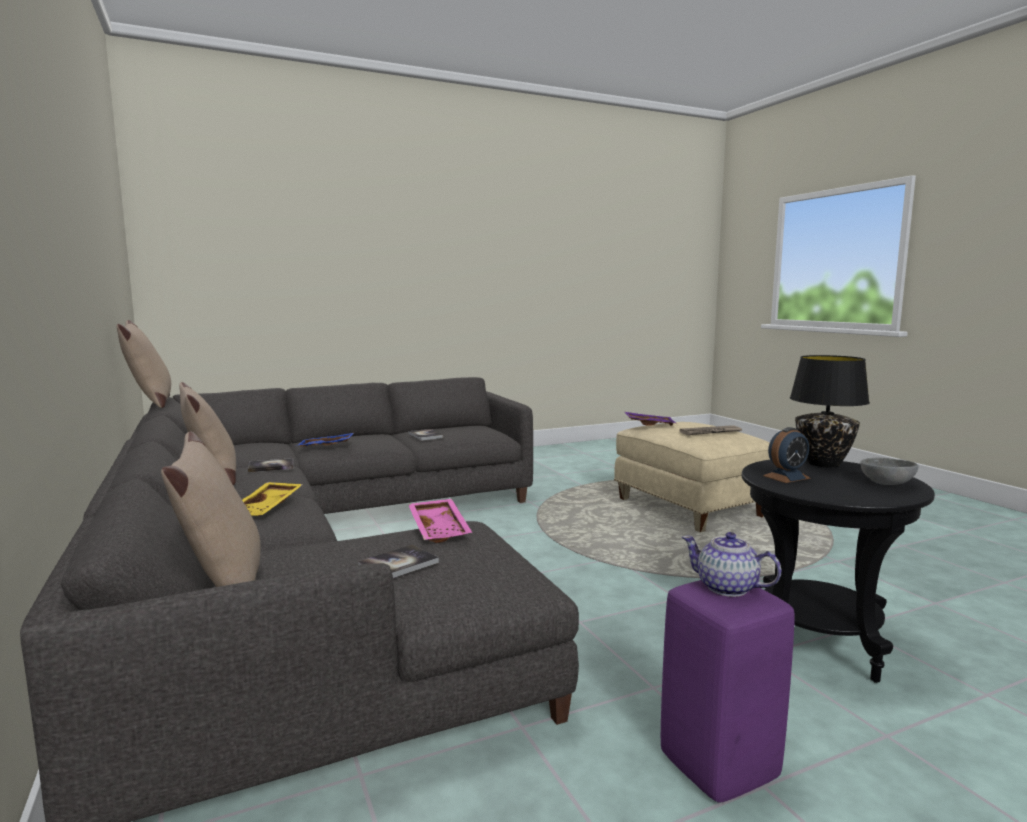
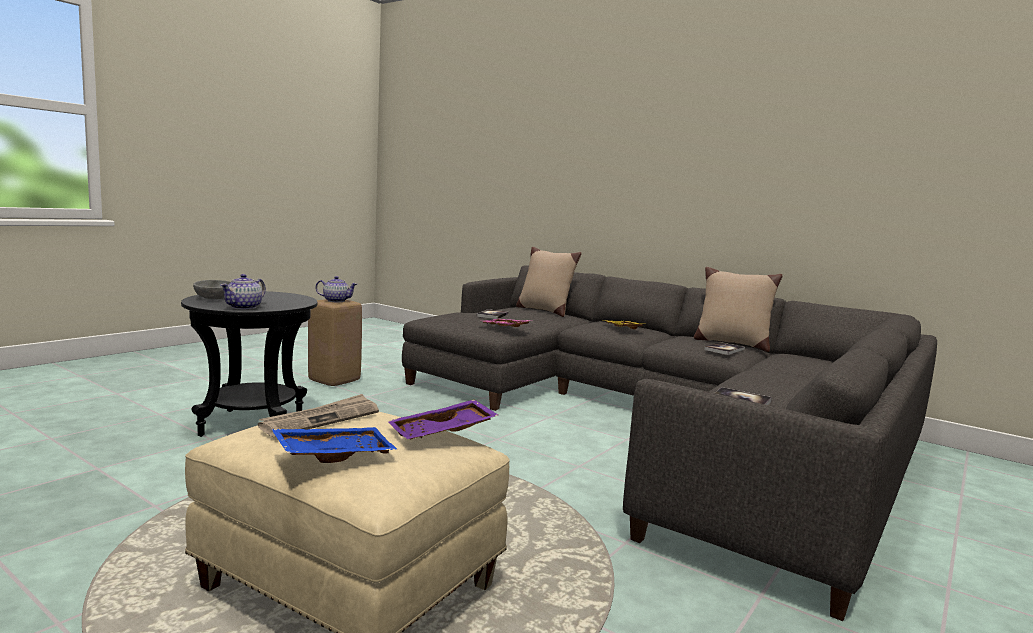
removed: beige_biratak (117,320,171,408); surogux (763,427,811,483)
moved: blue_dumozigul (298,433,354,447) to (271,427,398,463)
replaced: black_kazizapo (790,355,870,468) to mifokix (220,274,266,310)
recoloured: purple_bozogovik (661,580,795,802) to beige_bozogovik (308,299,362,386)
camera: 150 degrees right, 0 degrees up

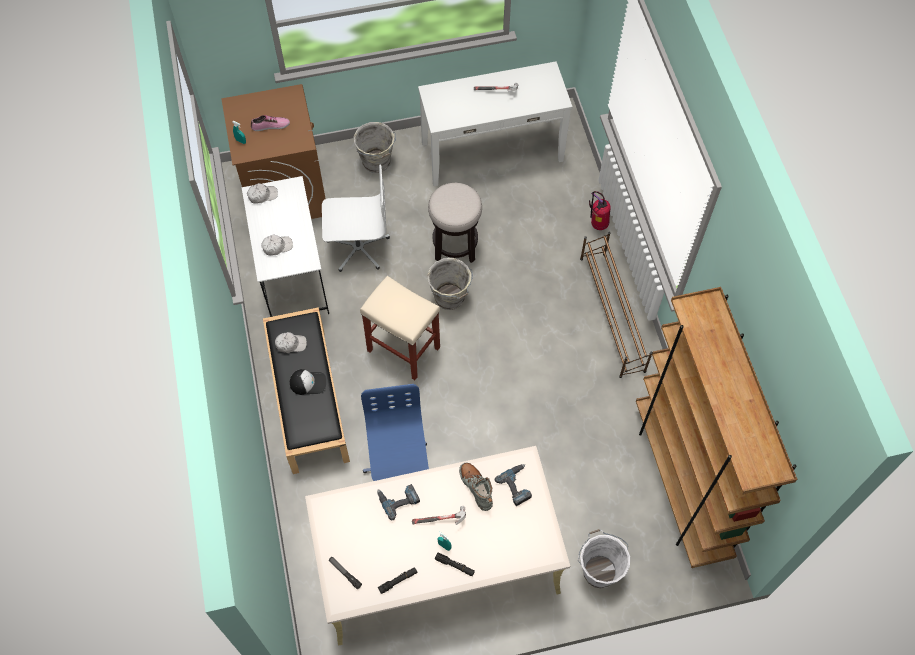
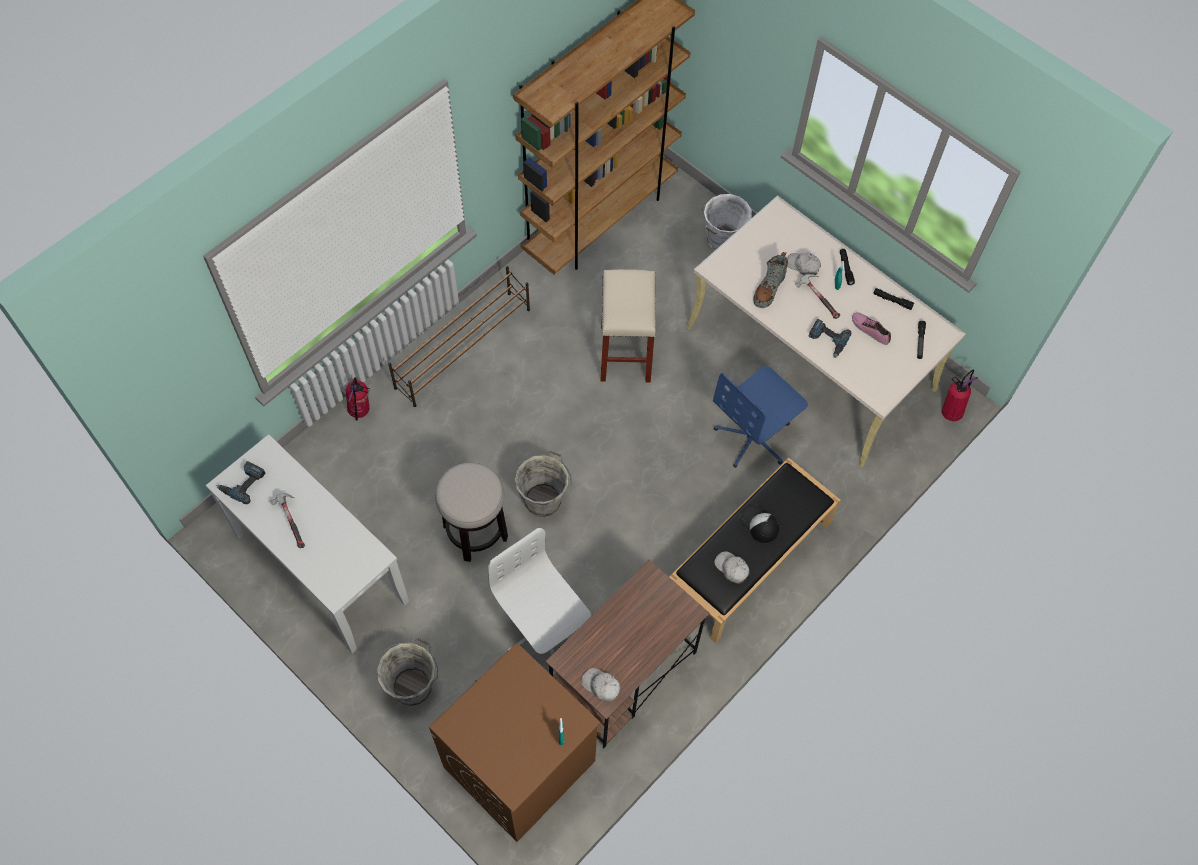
added: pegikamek (942,369,978,421)
moved: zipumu (251,115,290,131) to (852,312,891,345); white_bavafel (261,235,293,255) to (787,252,821,275); beige_bozogovik (360,276,440,380) to (601,269,656,383); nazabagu (495,464,532,506) to (217,461,265,504)
recoloured: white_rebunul (242,176,329,317) to brown_rebunul (546,560,710,749)
camera: 125 degrees left, 0 degrees up

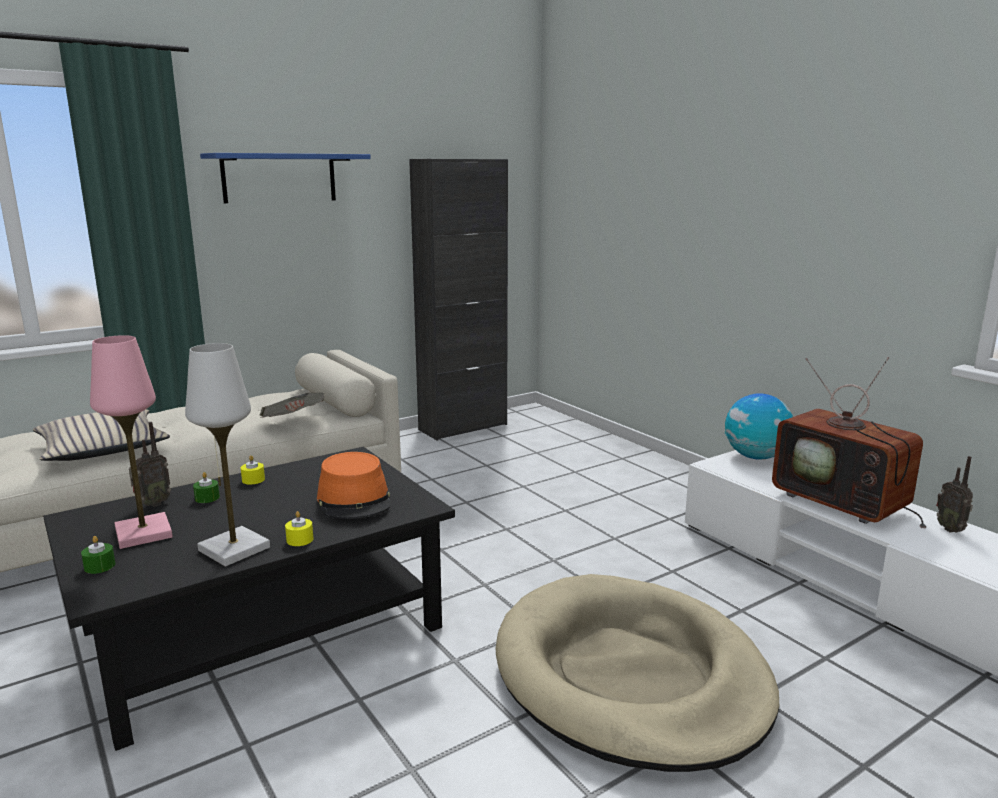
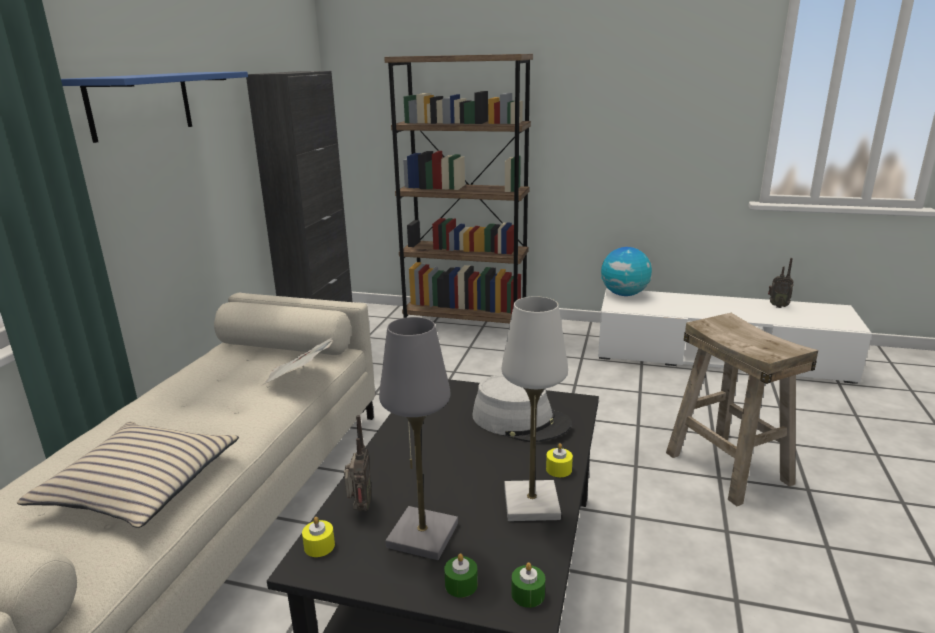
removed: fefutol (772,357,926,529)
added: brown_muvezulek (384,54,533,323)
moved: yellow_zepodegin (241,455,265,484) to (302,517,335,557); green_zepodegin (193,472,220,503) to (511,563,545,608)
replaced: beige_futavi (496,574,779,772) to beige_bozogovik (666,313,818,506)
recoloured: pink_kazizapo (90,335,173,549) to grey_kazizapo (379,317,458,560); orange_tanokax (317,452,391,519) to grey_tanokax (472,375,572,442)
camera: 40 degrees left, 5 degrees up

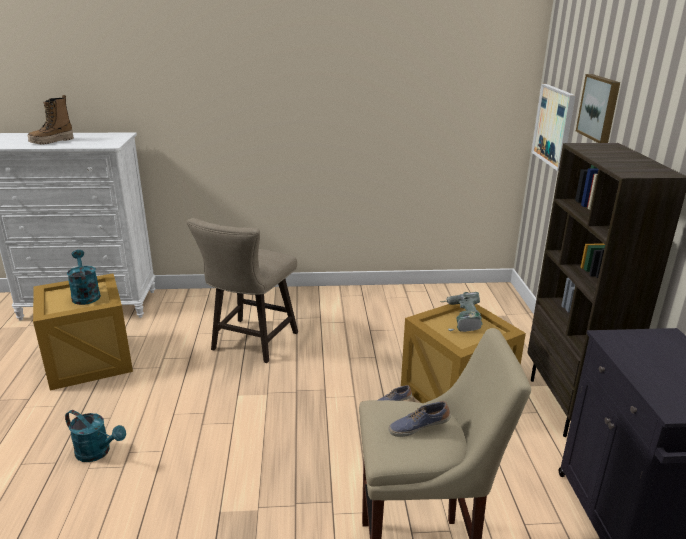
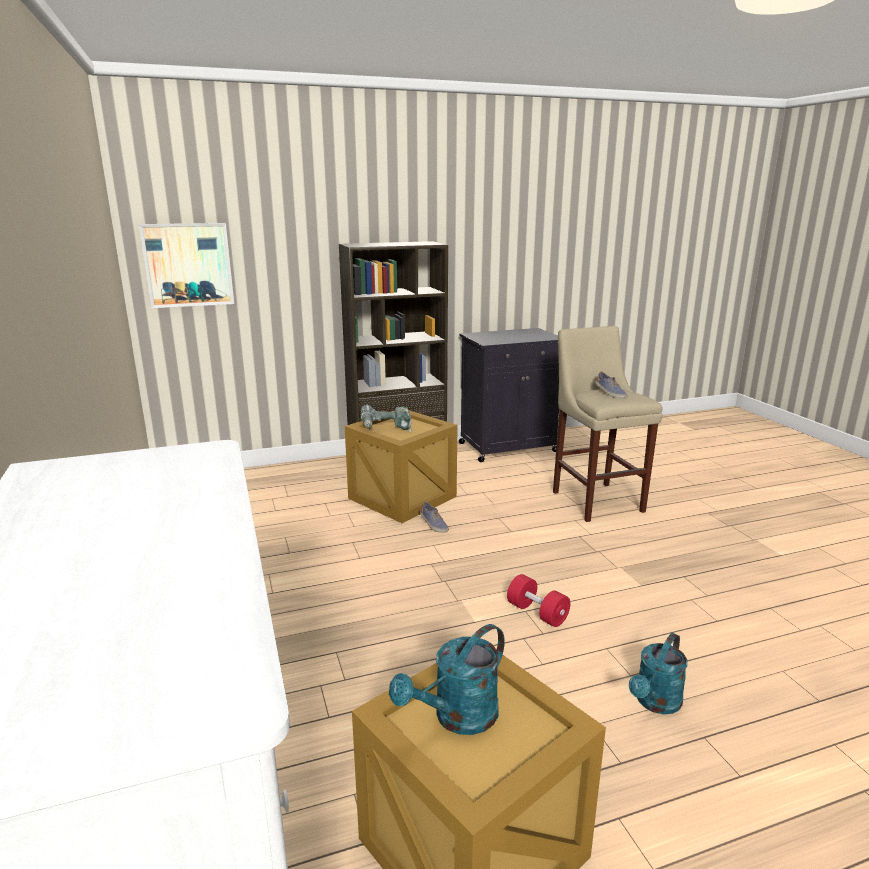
removed: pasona (576,74,620,143); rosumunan (28,95,74,145); beige_bozogovik (187,218,298,363)
added: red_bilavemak (507,574,571,627)
turned: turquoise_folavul (65,410,126,462) = (629,633,688,714) 150 degrees counterclockwise
camera: 105 degrees left, 5 degrees down

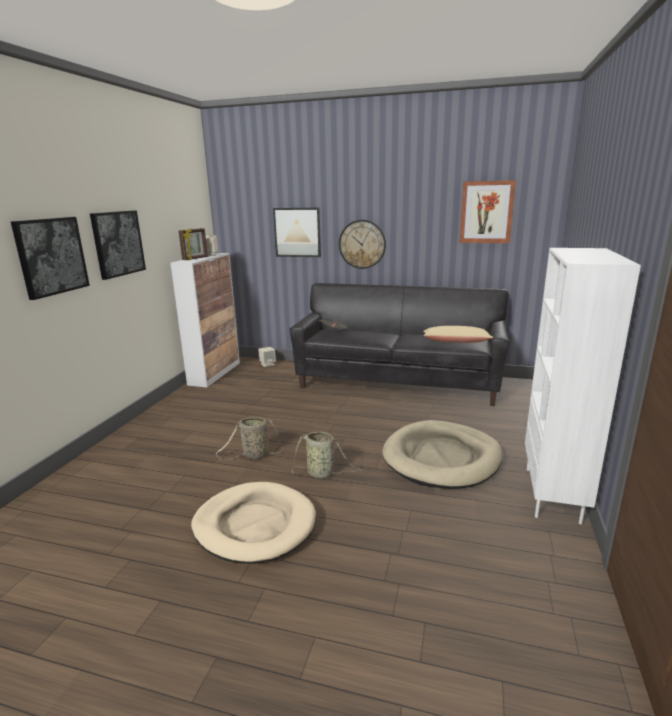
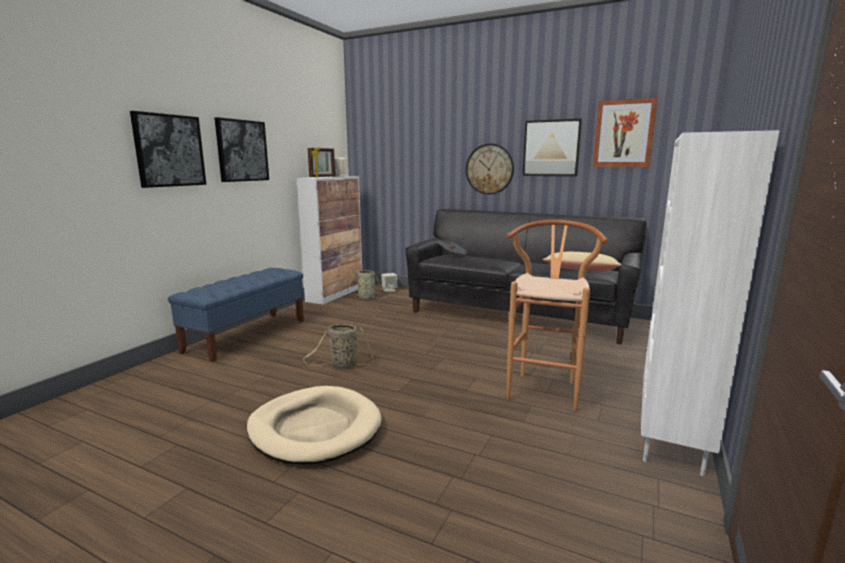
added: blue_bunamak (168,268,304,362)
moved: pasona (273,208,321,257) to (522,118,582,177); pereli (291,431,362,478) to (347,270,392,299)
replaced: beige_futavi (382,420,503,489) to brown_bozogovik (506,220,608,412)
camera: 10 degrees right, 5 degrees down

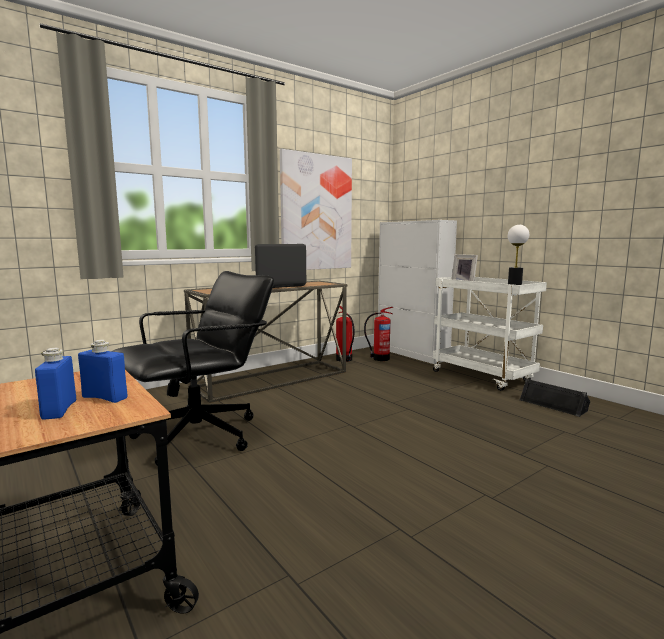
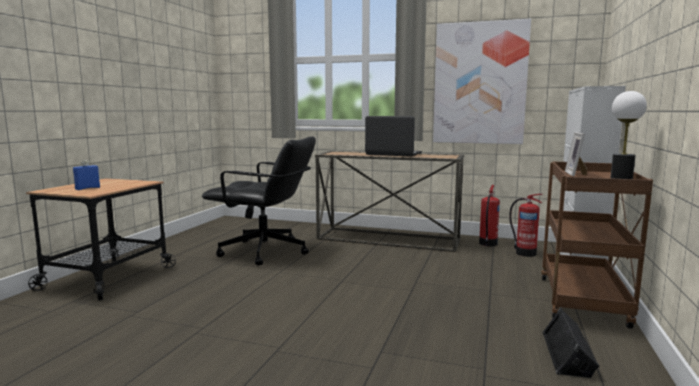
removed: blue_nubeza (78,340,127,403)
recoloured: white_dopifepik (433,277,547,391) to brown_dopifepik (541,161,653,329)
camera: 55 degrees right, 0 degrees up

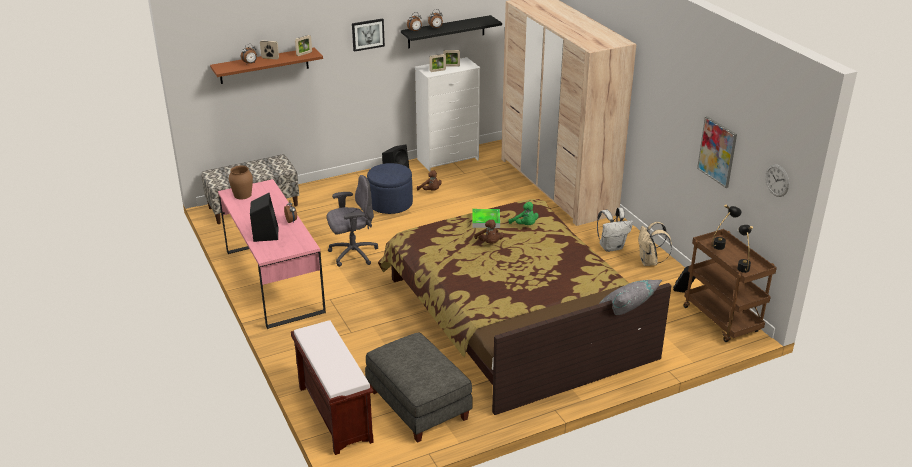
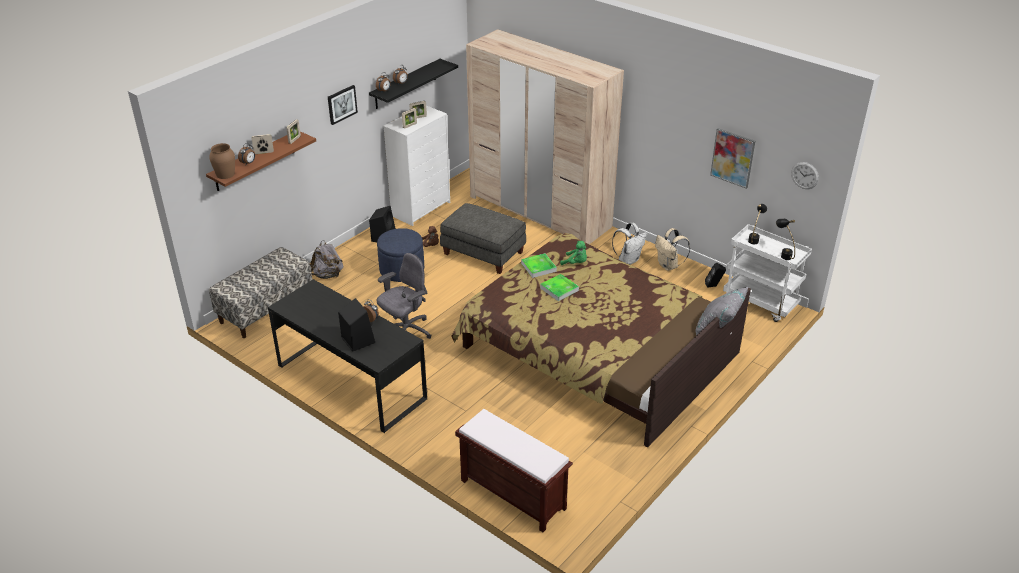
added: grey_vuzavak (310,240,344,279)
moved: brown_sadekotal (229,165,253,199) to (209,143,235,179); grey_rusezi (365,333,473,443) to (440,203,526,274)
replaced: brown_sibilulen (474,219,504,244) to dumozigul (540,274,579,301)
recoloured: pink_rebunul (218,179,326,329) to black_rebunul (268,279,427,433); brown_dopifepik (683,229,777,342) to white_dopifepik (723,224,812,322)
camera: 25 degrees left, 5 degrees up

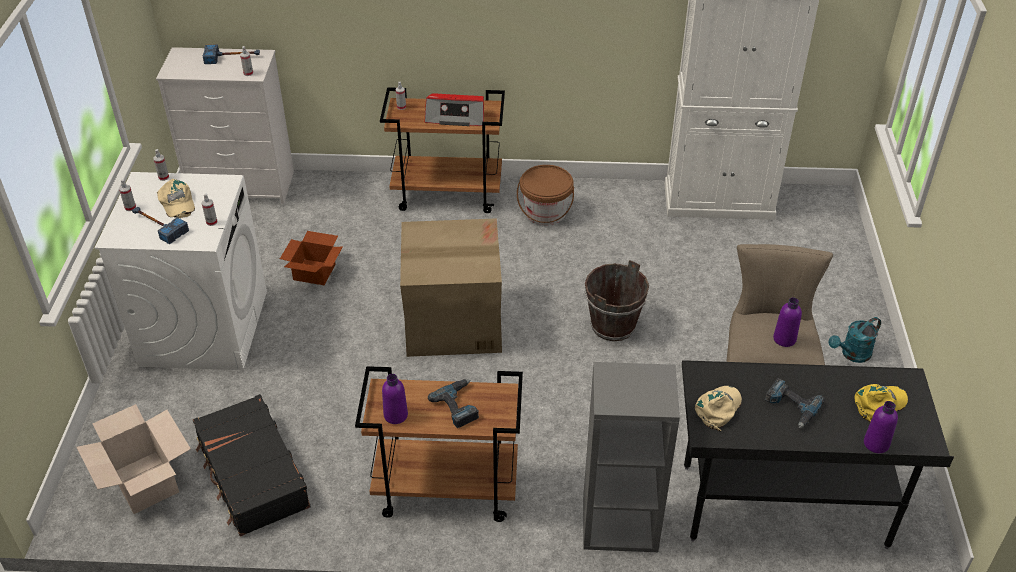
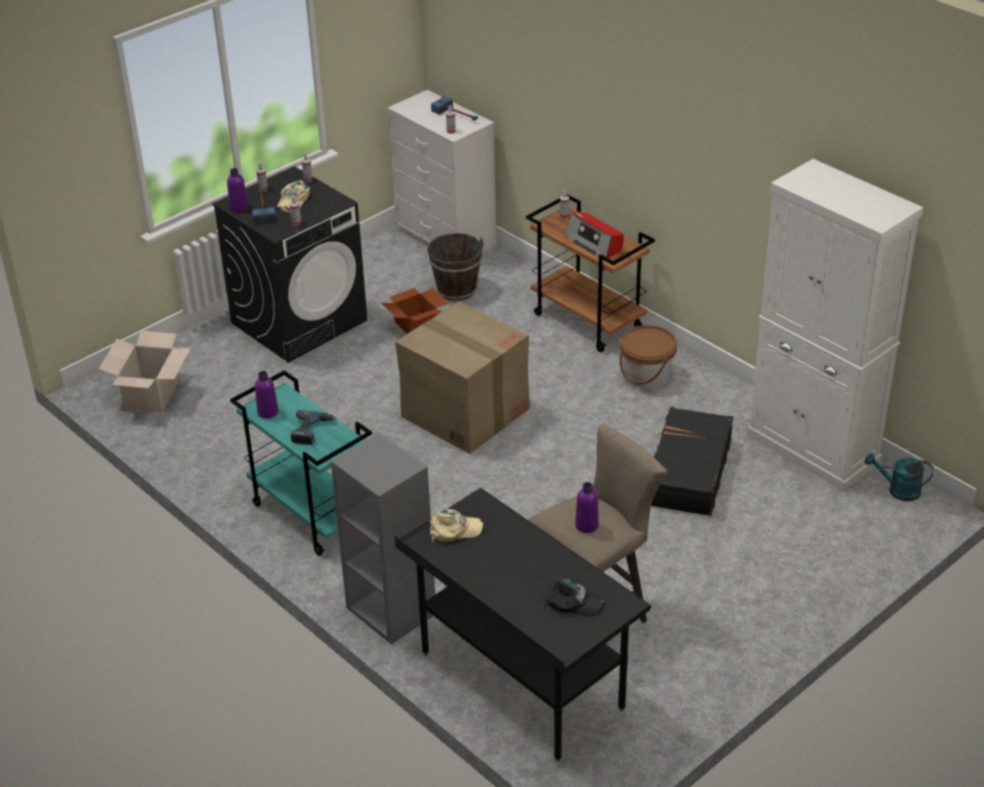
removed: nazabagu (765,378,824,428)
moved: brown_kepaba (585,260,649,341) to (426,233,483,301); turquoise_folavul (829,317,881,363) to (864,453,933,501); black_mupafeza (193,394,311,536) to (651,407,733,516); purple_nubeza (864,401,898,453) to (227,168,248,212)
recoloured: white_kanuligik (95,172,267,370) to black_kanuligik (212,166,367,363); brown_dopifepik (355,366,523,522) to turquoise_dopifepik (230,370,372,556); yellow_bavafel (855,384,908,423) to black_bavafel (545,579,605,616)
camera: 45 degrees right, 5 degrees down

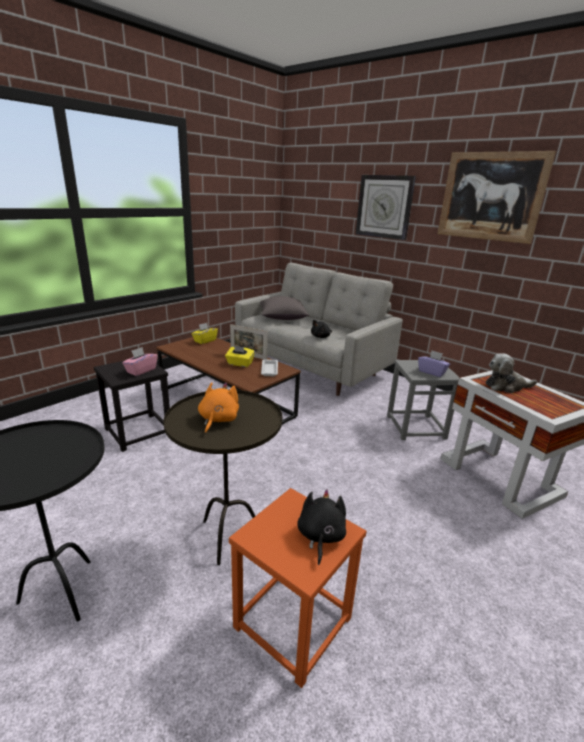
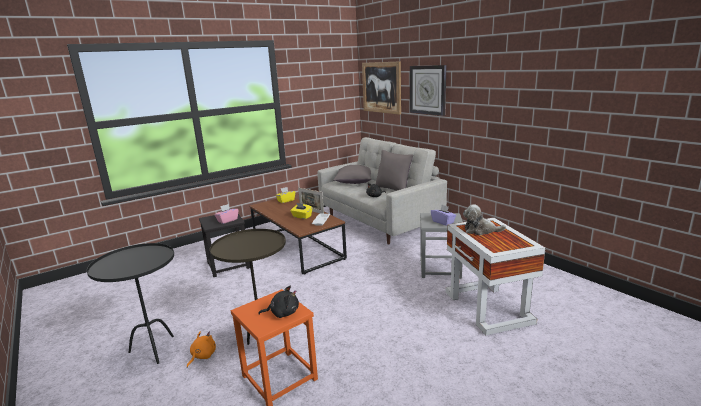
added: grey_biratak (376,150,414,191)
moved: pasona (438,151,556,244) to (362,61,401,115); orange_sibilulen (198,382,239,434) to (187,332,216,368)
turned: black_sibilulen (297,489,346,565) = (258,286,299,318) 60 degrees clockwise
camera: 15 degrees right, 5 degrees down

